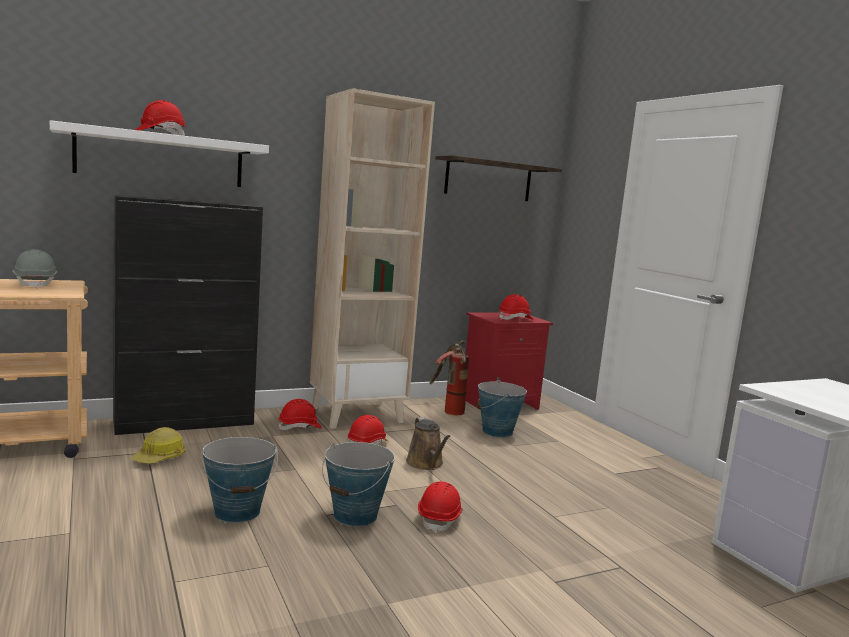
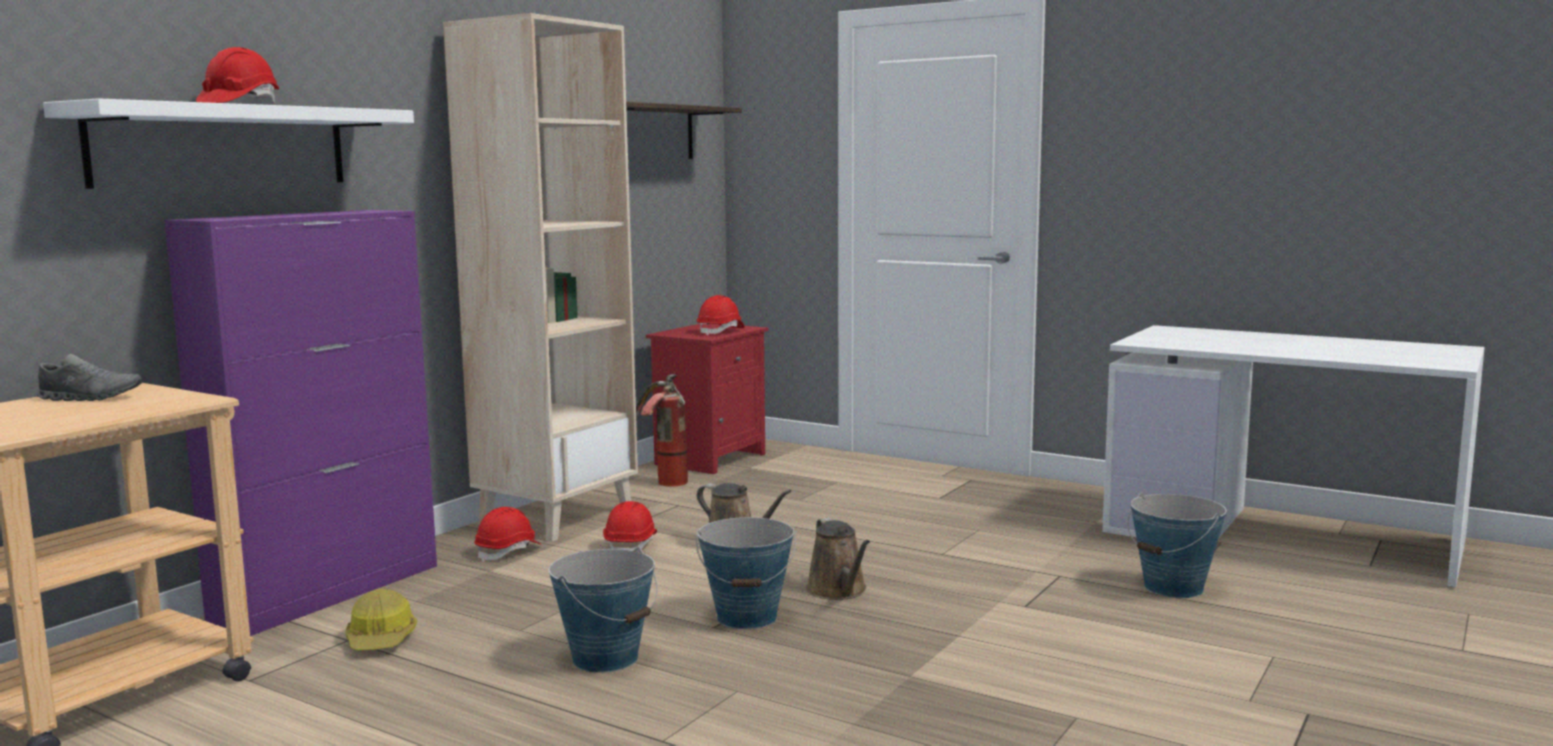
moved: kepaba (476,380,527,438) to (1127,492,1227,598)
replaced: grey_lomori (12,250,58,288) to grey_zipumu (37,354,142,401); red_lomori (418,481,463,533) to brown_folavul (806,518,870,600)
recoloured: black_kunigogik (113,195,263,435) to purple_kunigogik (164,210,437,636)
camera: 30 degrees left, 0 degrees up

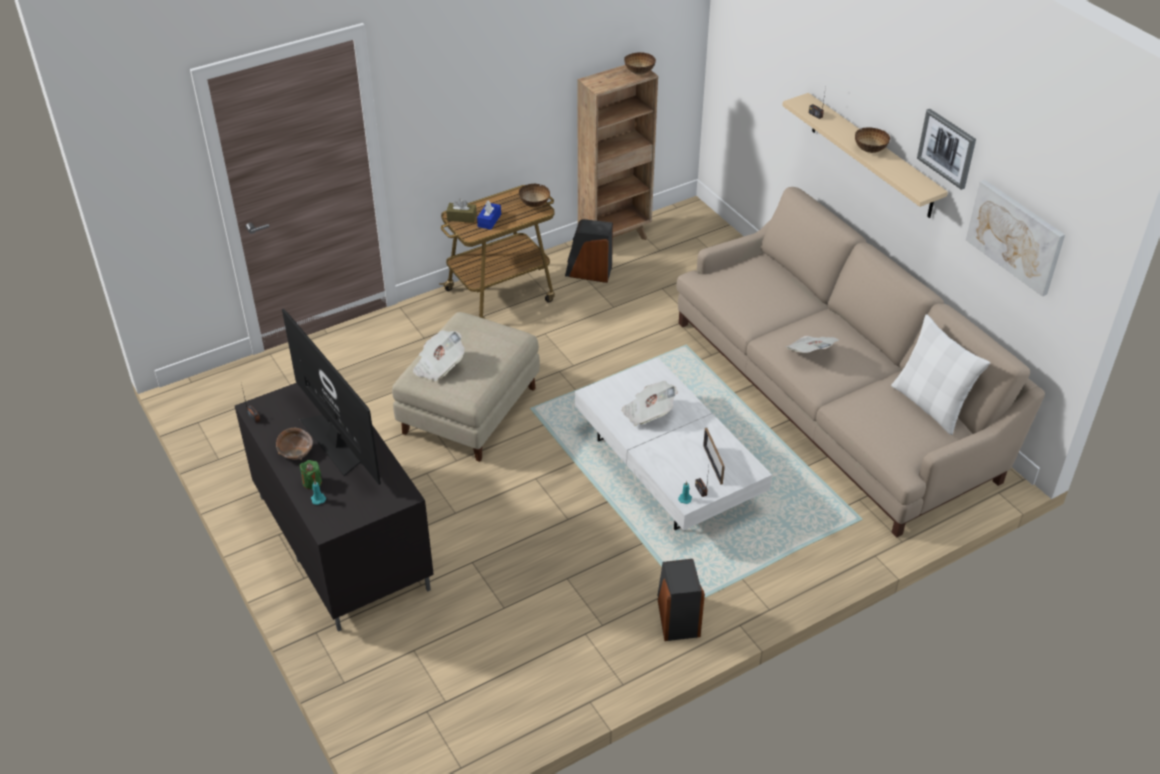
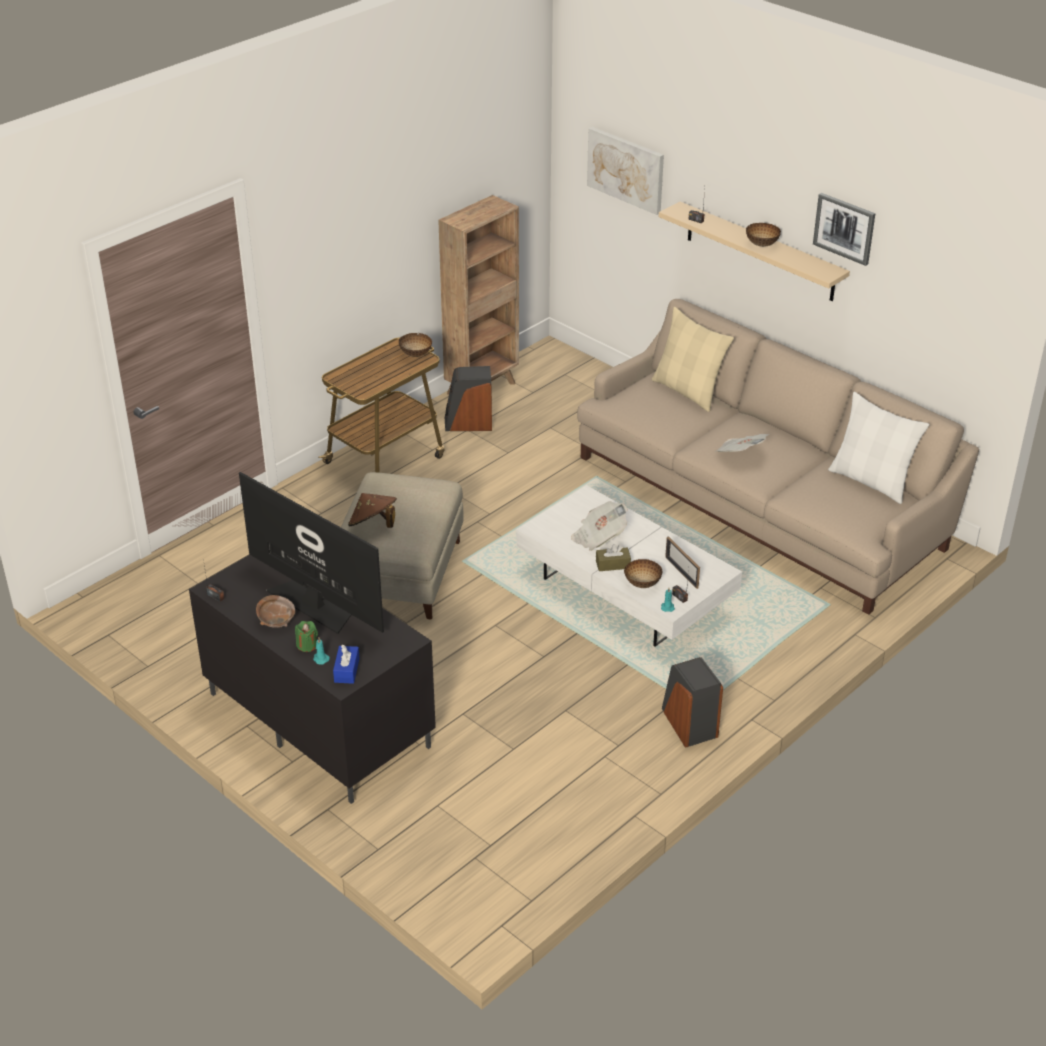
added: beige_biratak (651,307,734,412)
moved: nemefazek (624,52,656,75) to (624,559,662,588); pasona (966,180,1065,297) to (587,127,664,215); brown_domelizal (446,199,477,223) to (596,544,631,571); blue_domelizal (477,201,501,230) to (333,645,360,684)
replaced: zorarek (413,330,465,381) to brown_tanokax (348,493,397,528)
camera: 15 degrees left, 5 degrees down

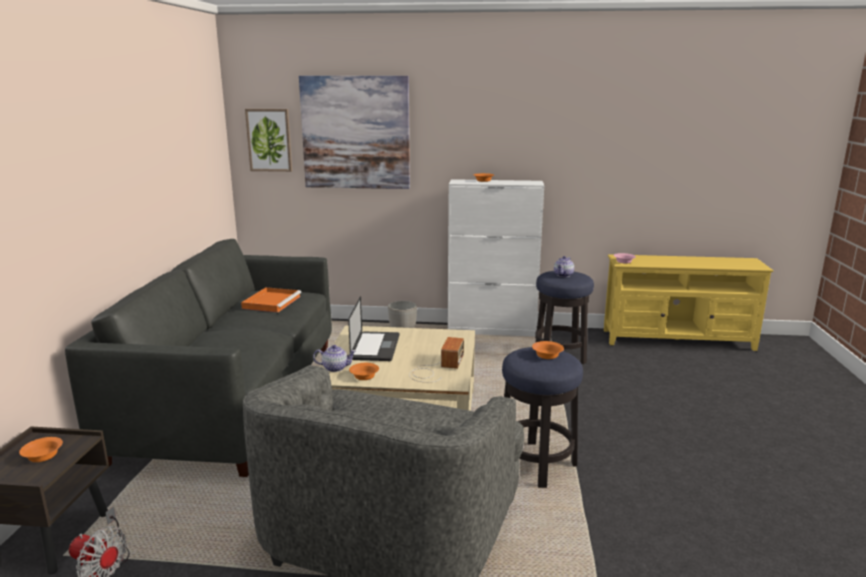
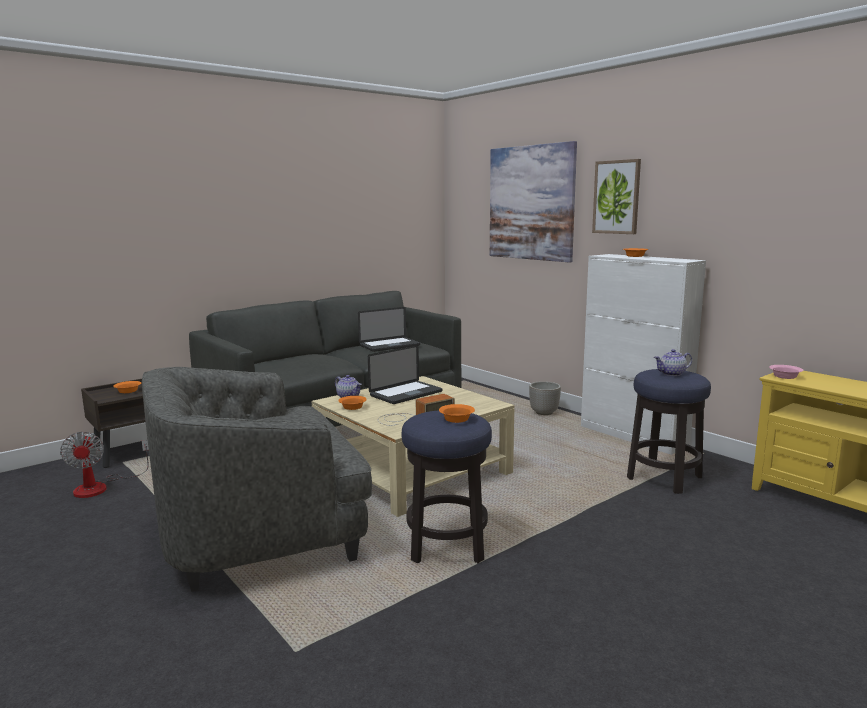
moved: pasona (245,109,292,172) to (592,159,641,234)
replaced: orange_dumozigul (241,287,301,312) to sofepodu (358,307,420,352)
camera: 45 degrees right, 5 degrees down

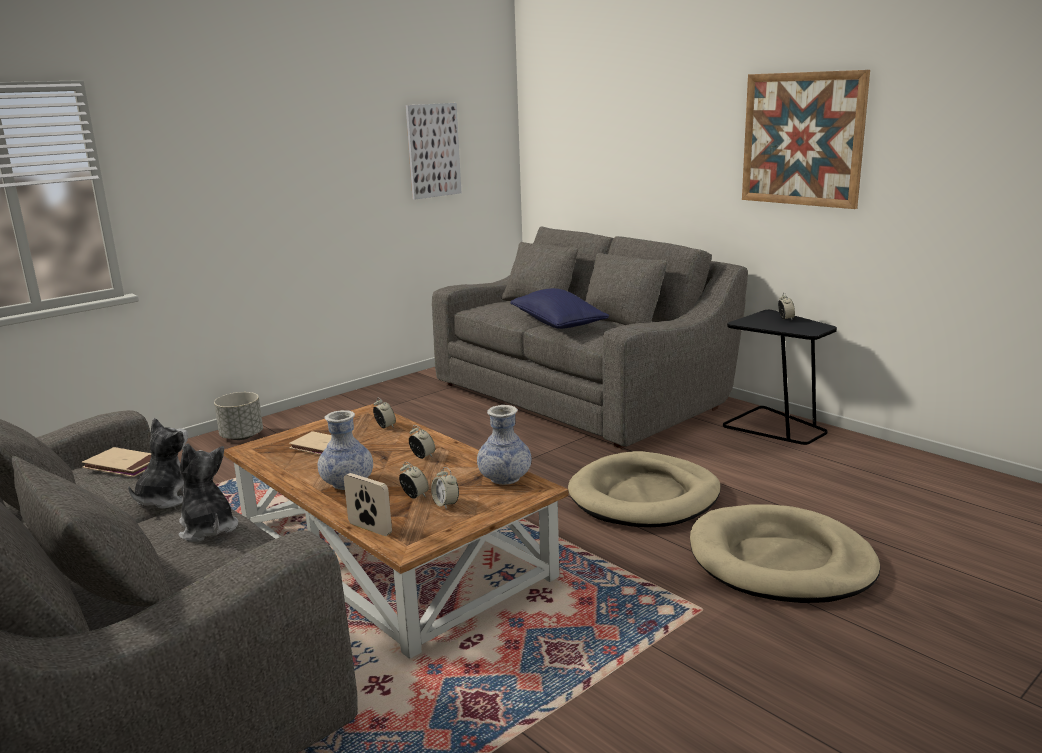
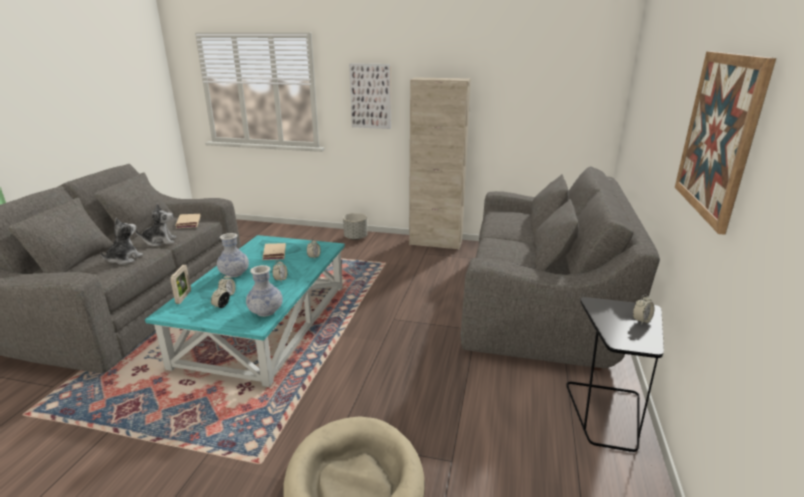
removed: blue_biratak (510,288,609,329); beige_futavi (568,451,721,527)
added: beige_kunigogik (409,77,471,250)
moved: pasona (406,103,461,200) to (349,63,391,129)
recoloured: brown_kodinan (224,404,568,659) to turquoise_kodinan (145,235,345,387)
camera: 55 degrees right, 5 degrees up

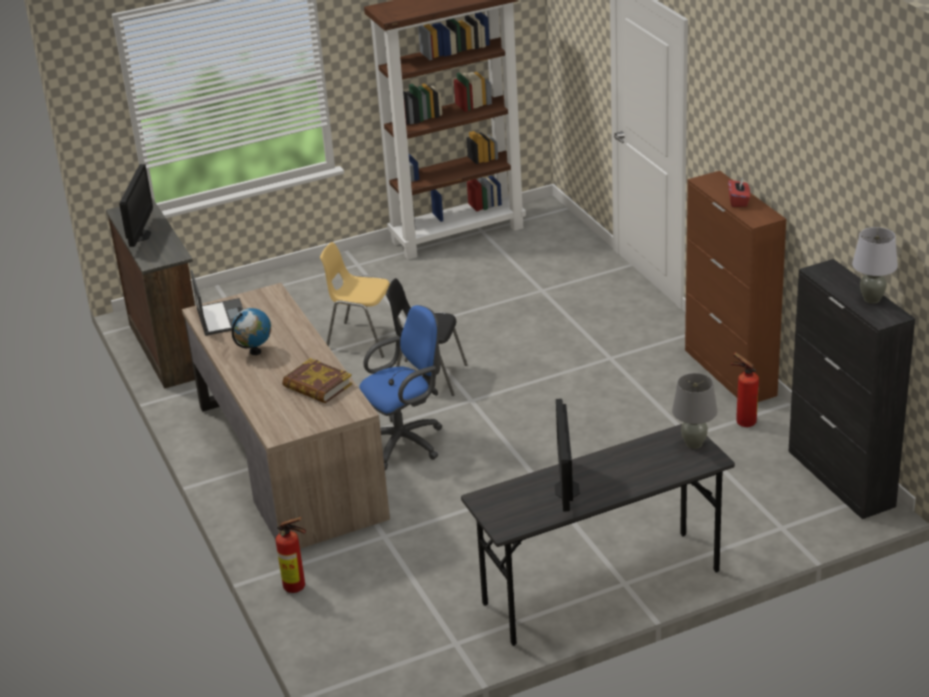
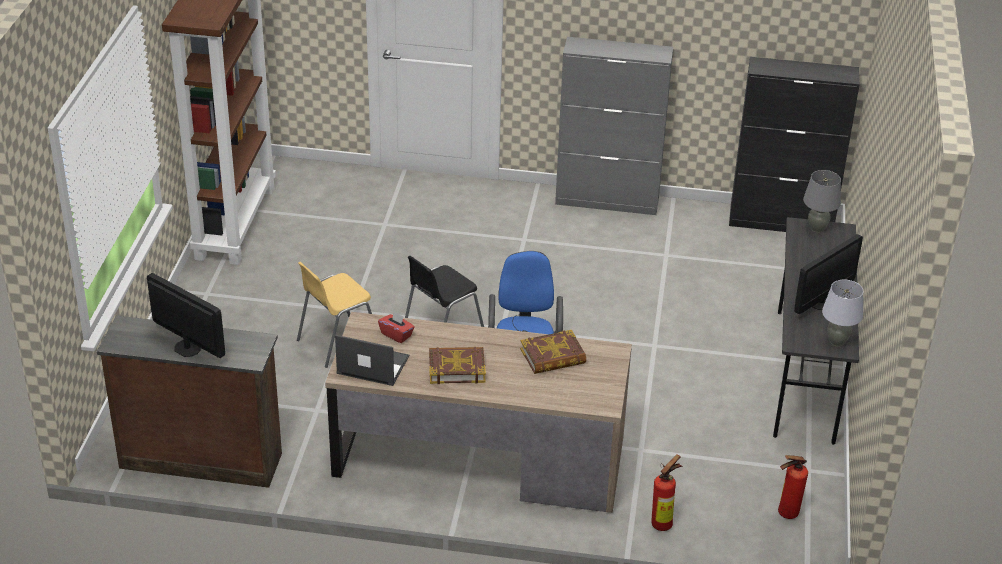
moved: red_domelizal (728,178,750,207) to (378,312,415,343); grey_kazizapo (852,227,898,304) to (822,280,863,347); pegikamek (731,352,759,427) to (778,455,808,519)
replaced: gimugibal (232,308,271,355) to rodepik (429,347,486,384)
recoloured: brown_kunigogik (685,171,786,402) to grey_kunigogik (555,37,673,215)
turned: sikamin (555,399,580,512) = (794,234,863,314) 75 degrees counterclockwise
camera: 60 degrees left, 5 degrees up

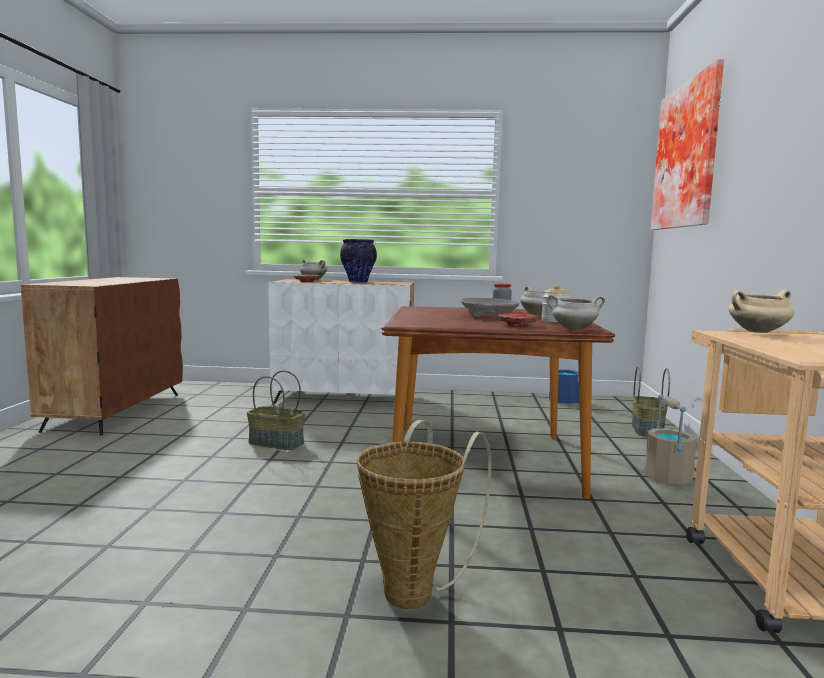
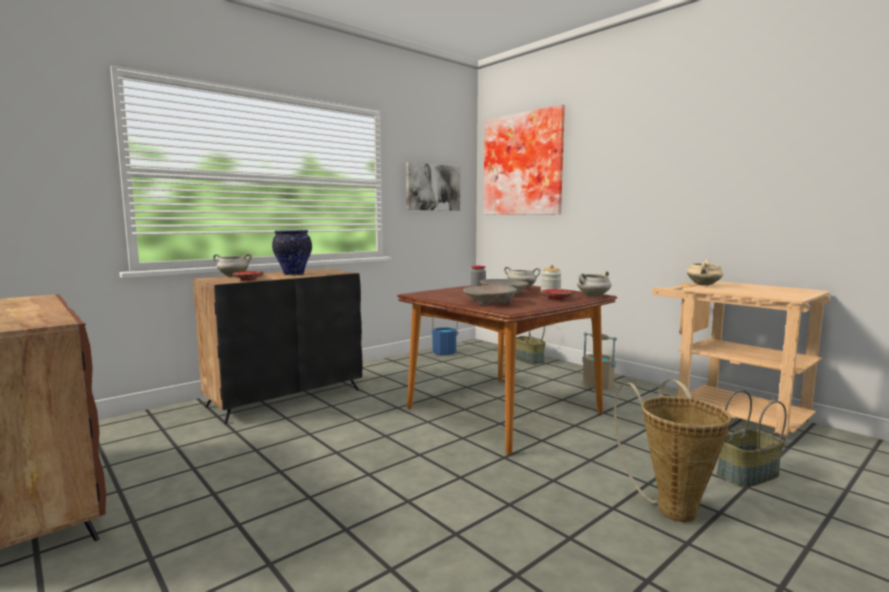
added: pasona (406,162,460,211); beige_nemefazek (463,285,517,305)
moved: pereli (247,370,305,450) to (717,390,787,488)
recoloured: white_kunigogik (268,279,414,408) to black_kunigogik (193,269,363,424)
camera: 45 degrees left, 0 degrees up

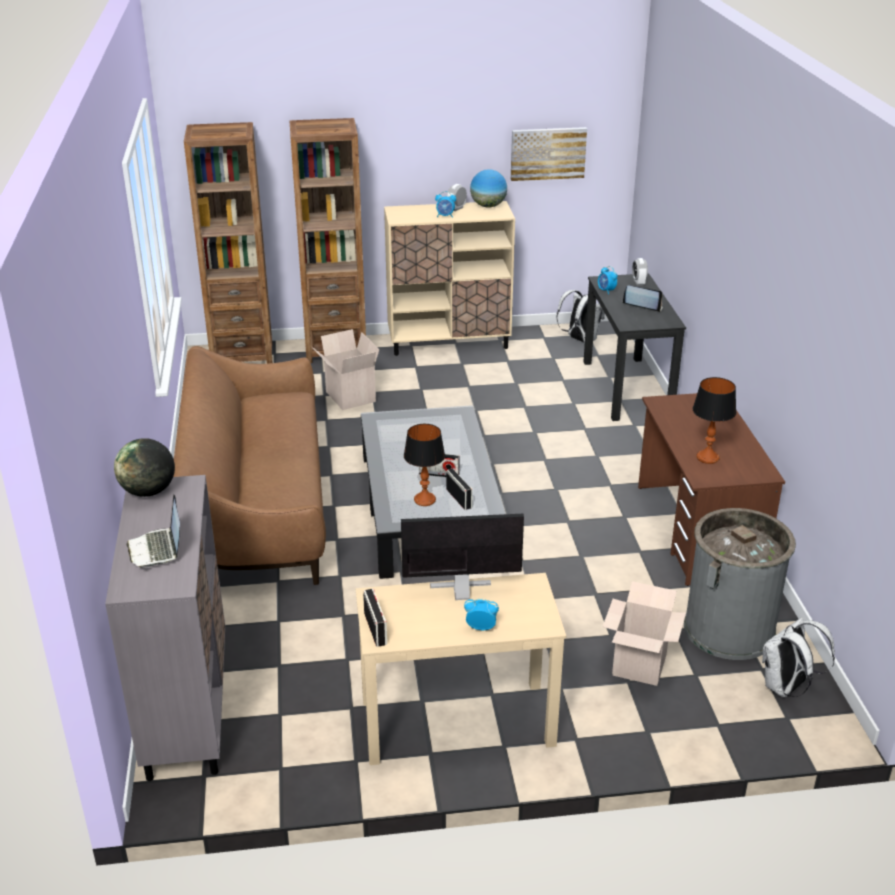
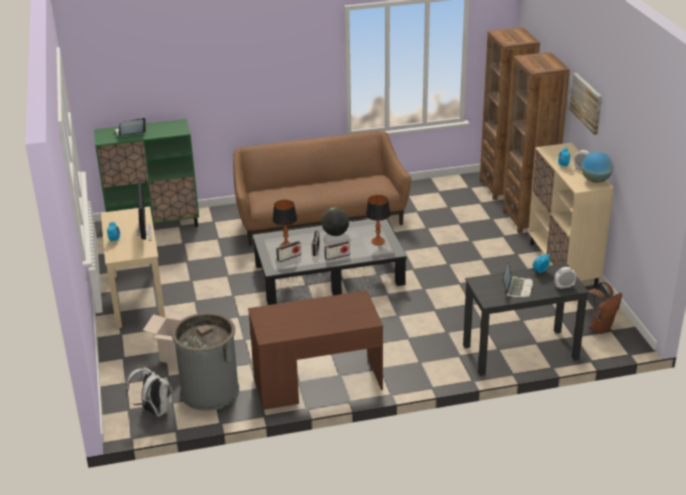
removed: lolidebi (312,329,379,410)
moved: pasona (511,127,587,181) to (569,73,602,135); kazizapo (693,377,736,464) to (366,195,391,245); gimugibal (114,438,175,497) to (321,208,349,236); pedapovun (363,589,387,647) to (324,241,350,261)
recoloured: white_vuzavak (556,290,605,343) to brown_vuzavak (584,282,622,334); grey_kunigogik (105,475,225,781) to green_kunigogik (94,119,199,227)
camera: 85 degrees right, 0 degrees up

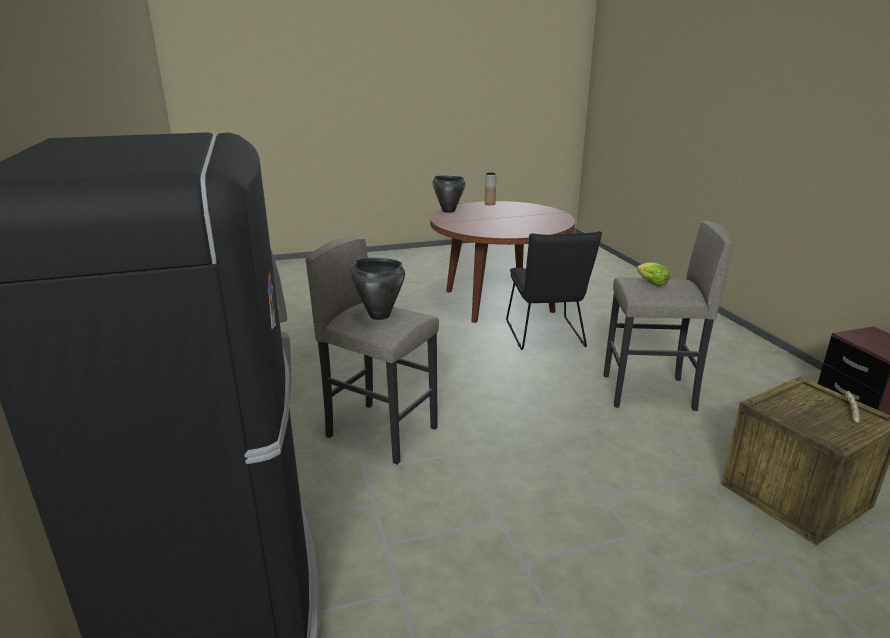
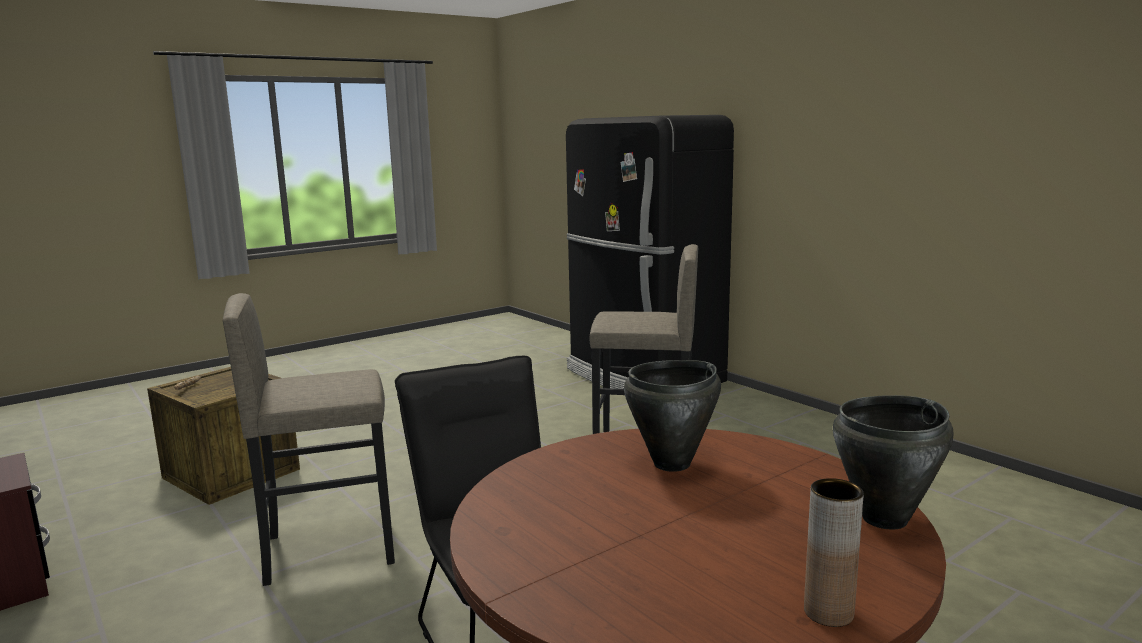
removed: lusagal (636,262,670,286)
moved: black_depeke (351,258,405,320) to (624,360,721,472)
camera: 160 degrees right, 10 degrees down

